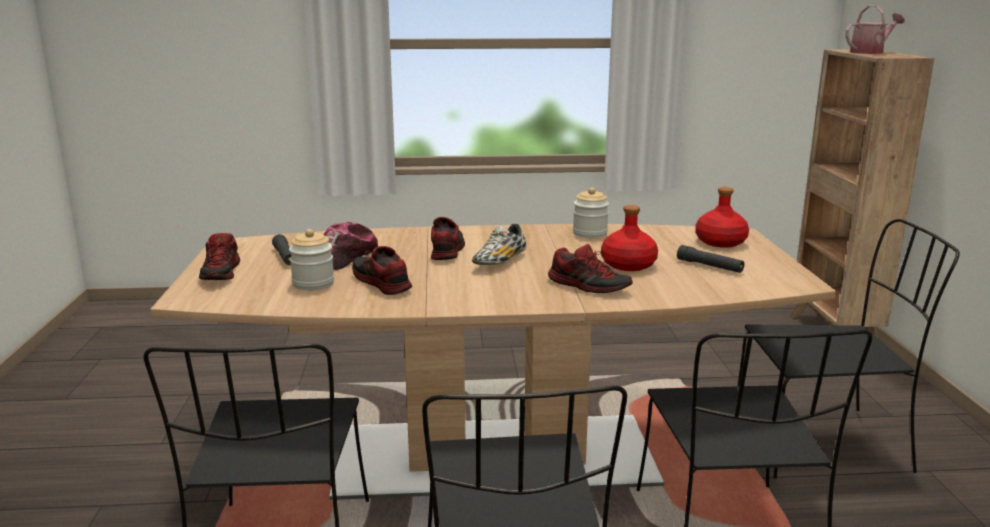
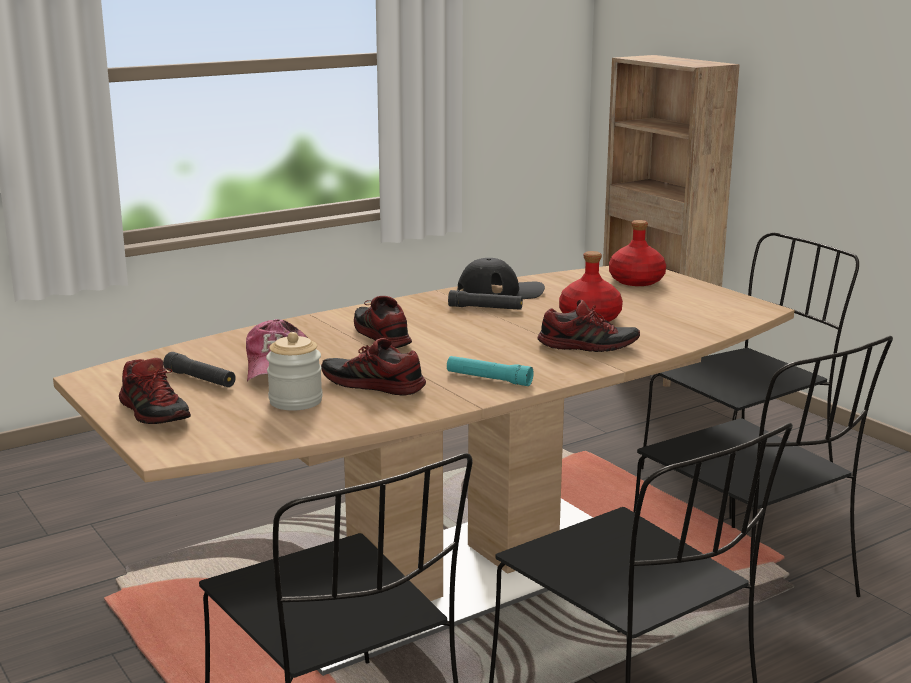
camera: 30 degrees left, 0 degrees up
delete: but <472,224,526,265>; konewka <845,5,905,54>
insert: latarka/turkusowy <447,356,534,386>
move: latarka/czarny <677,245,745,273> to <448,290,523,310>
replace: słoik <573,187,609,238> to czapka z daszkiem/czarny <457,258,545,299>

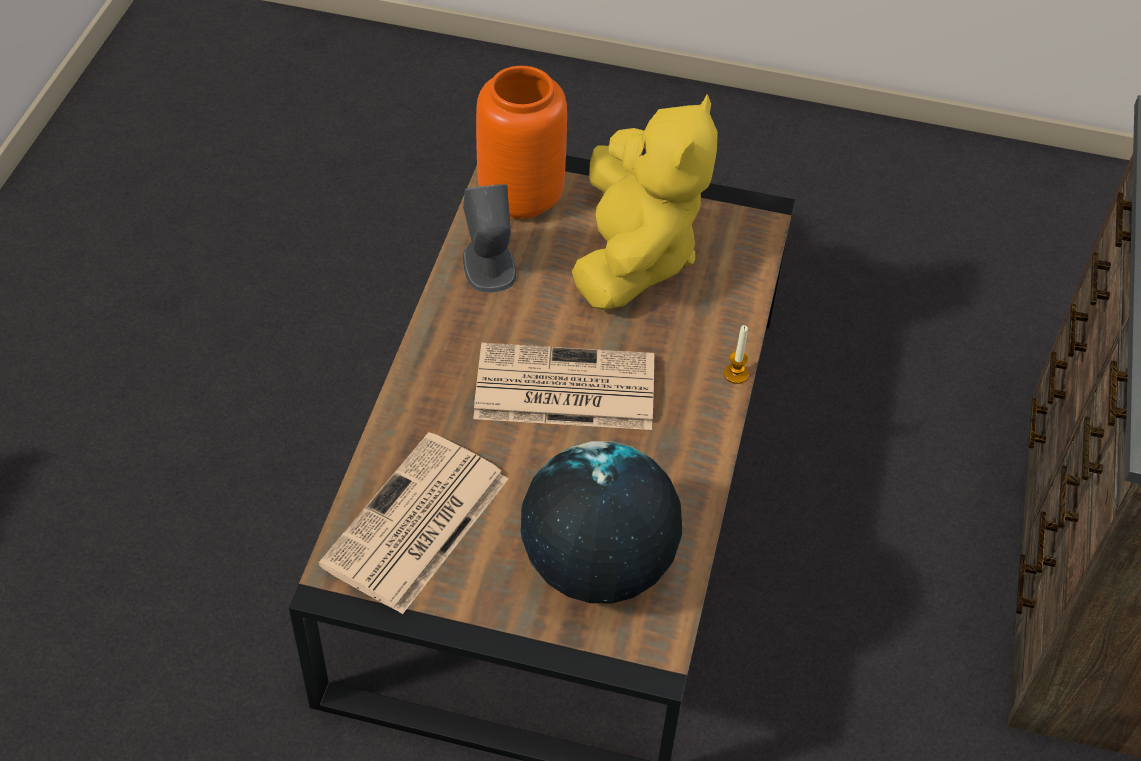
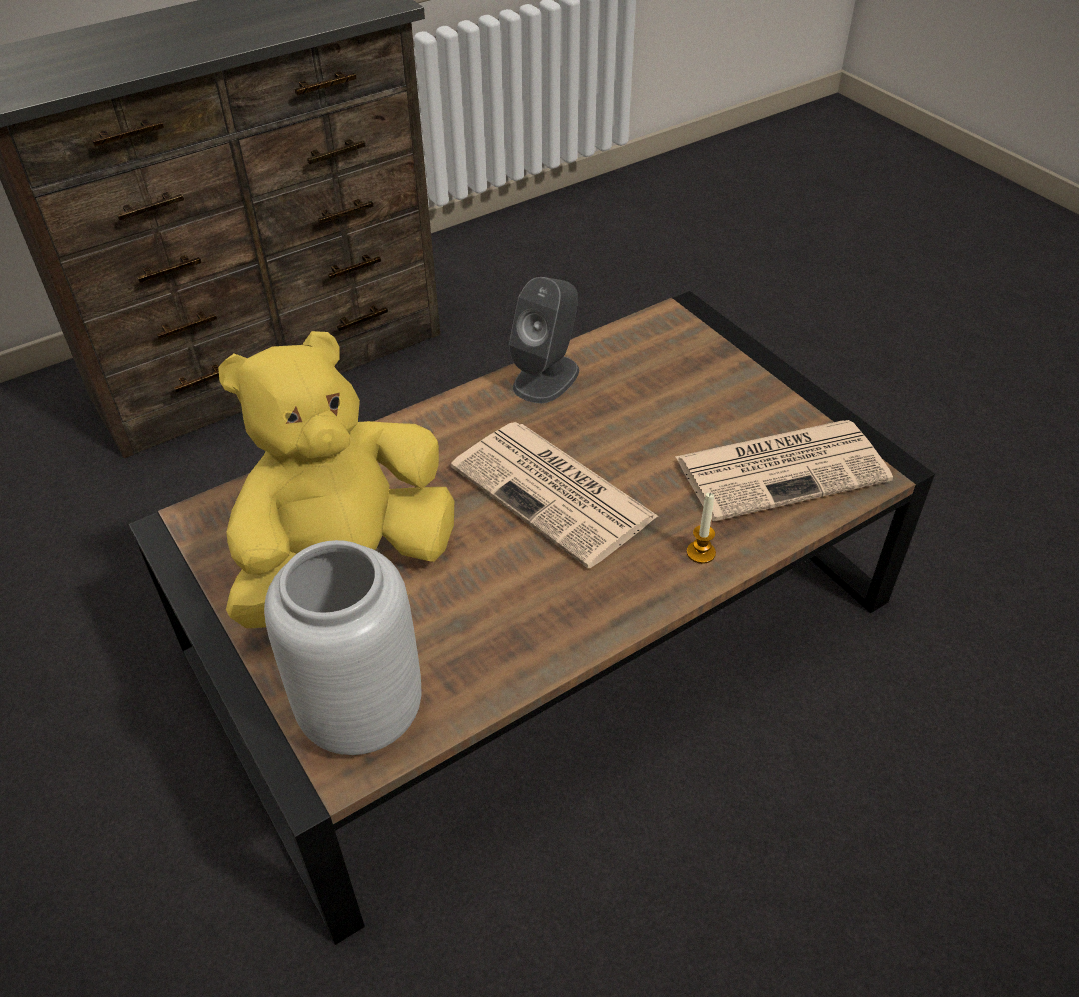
camera: 135 degrees left, 5 degrees down
delete: globus <521,441,682,603>
move: głośnik/szary <463,184,516,293> to <509,277,579,403>; świeca <724,325,749,384> to <687,492,716,564>
recolor: wazon/pomarańczowy <476,66,567,219> to wazon/szary <264,540,421,755>

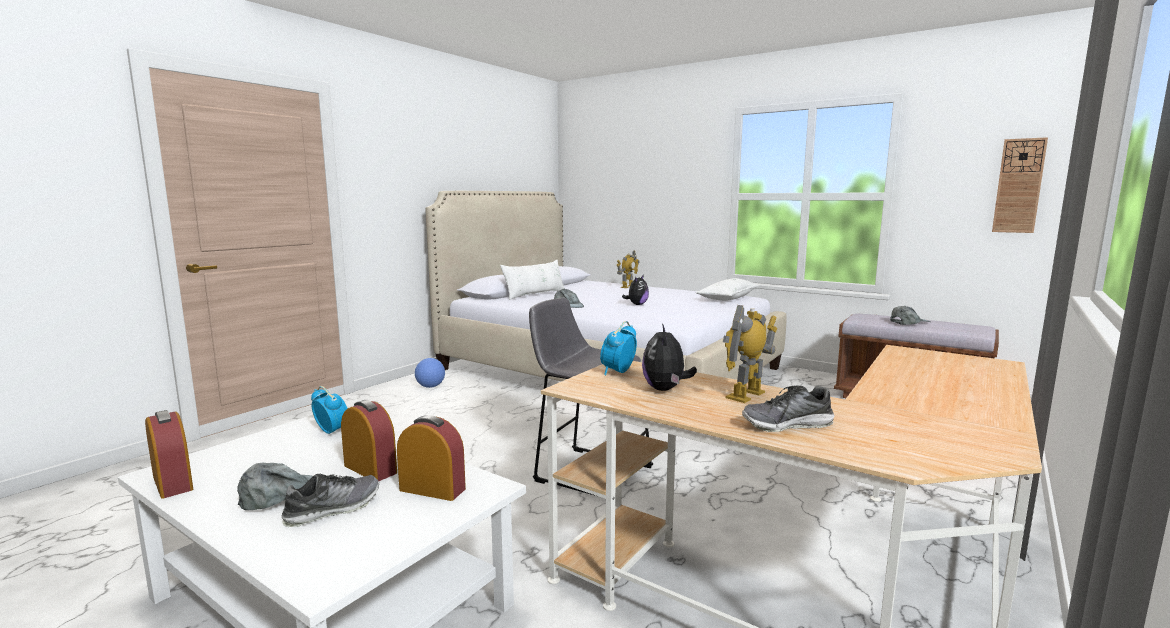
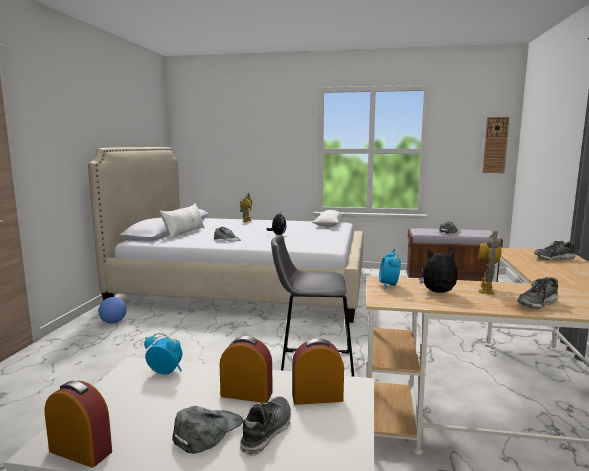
camera: 25 degrees left, 0 degrees up
insert: but <534,241,576,260>
rotate: pluszak <642,324,697,391> = <419,249,458,293> 120 degrees clockwise

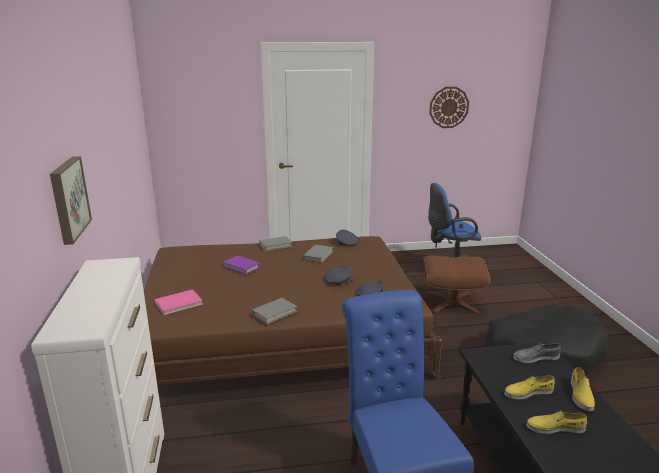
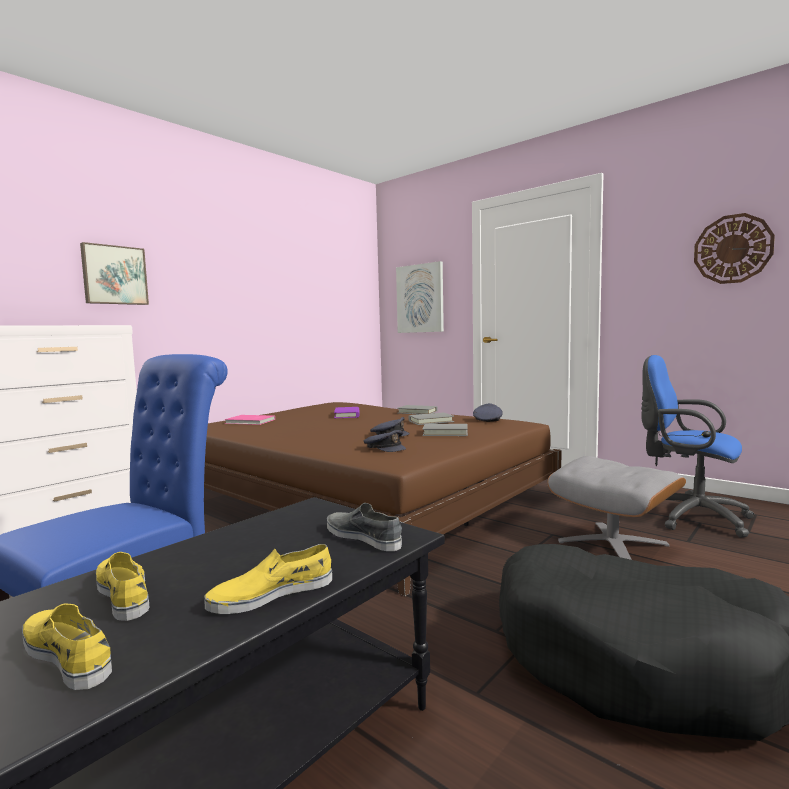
camera: 50 degrees right, 15 degrees down
insert: obraz <396,261,444,333>
move: but/żółty <504,375,555,399> to <22,603,112,690>; książka/szary <251,298,297,324> to <422,424,468,436>
recolor: pufa/brązowy <423,256,491,314> to pufa/szary <547,456,686,560>

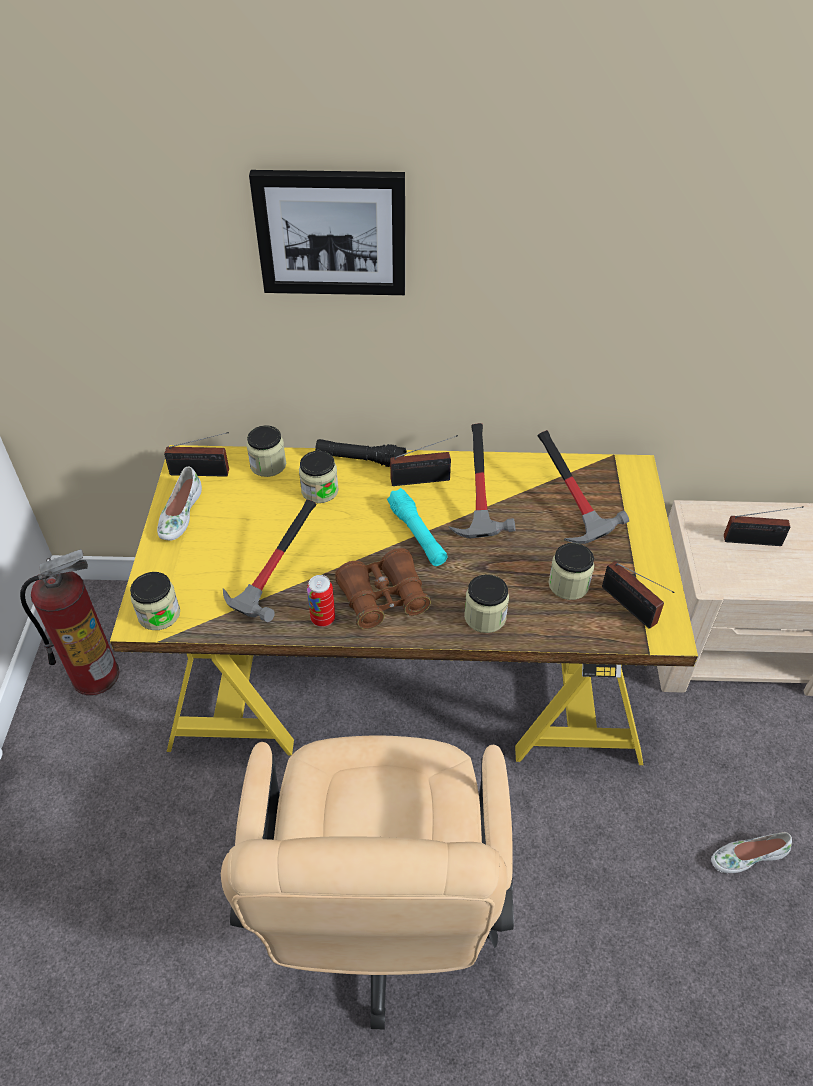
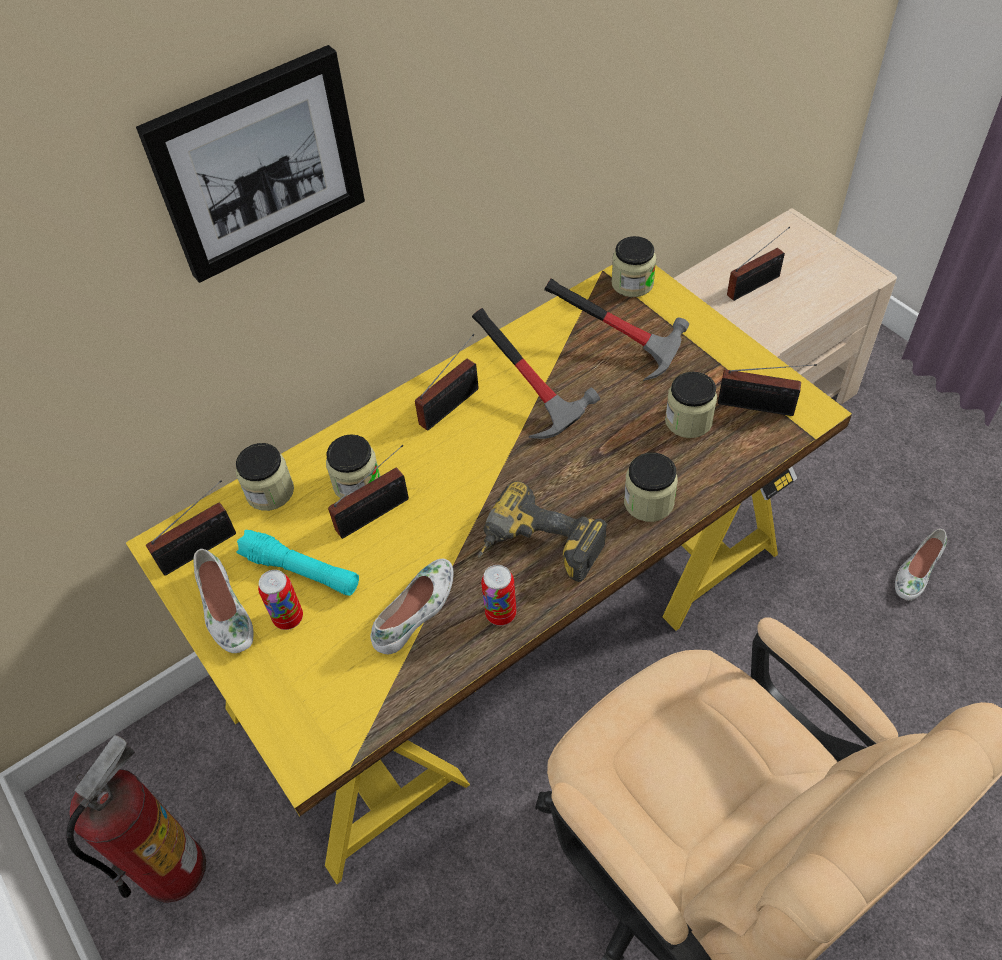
camera: 35 degrees left, 5 degrees up
delete: latarka/czarny <315,439,407,467>
insert: puszka <258,570,303,630>; radio <328,445,409,539>
move: latarka/turkusowy <387,488,448,566> to <236,530,359,596>; słoik <130,572,180,630> to <611,236,656,297>
replace: młotek <223,499,317,622> to but/biały <370,558,453,654>; lornetka/brązowy <335,548,431,629> to wiertarka <478,481,607,582>

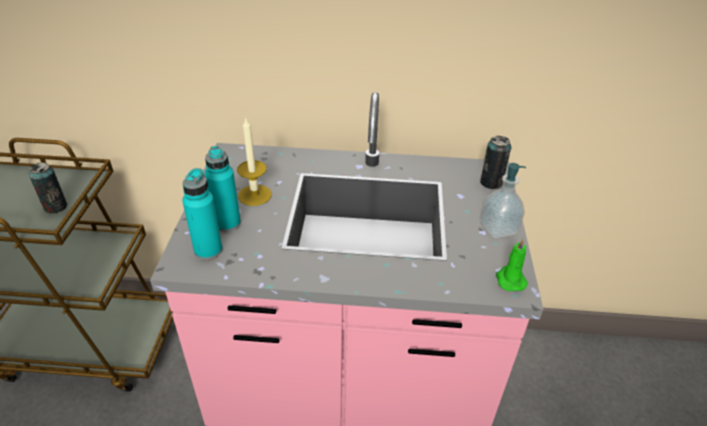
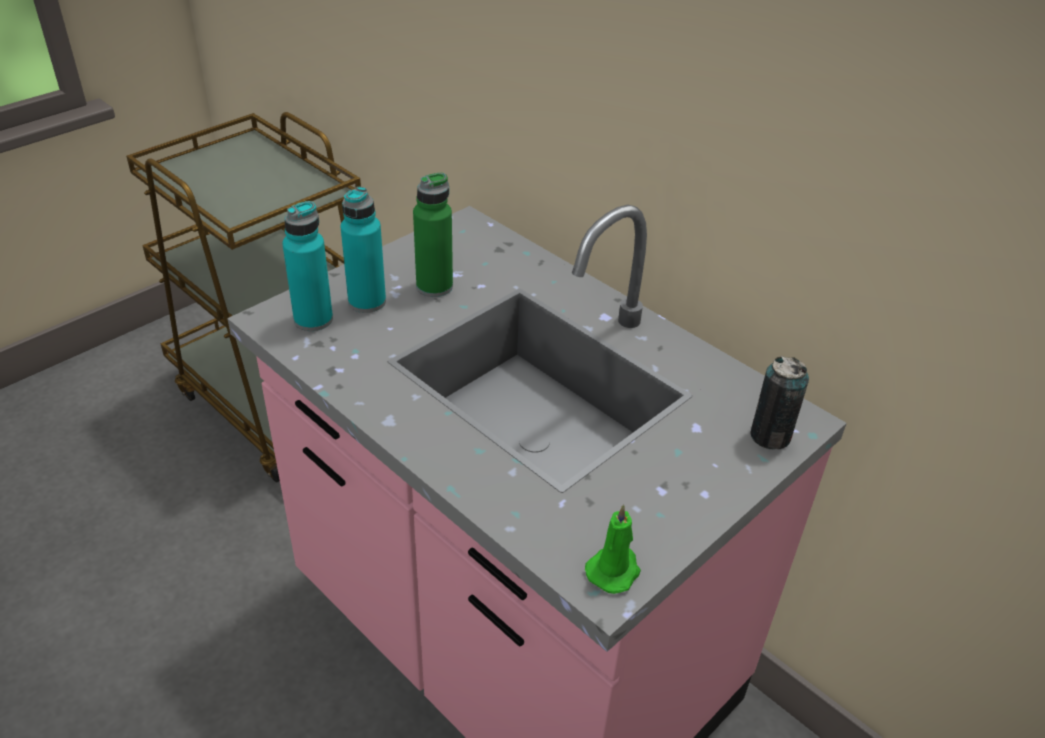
camera: 40 degrees right, 0 degrees up
delete: puszka <29,162,67,214>; dozownik mydła <480,163,526,239>
replace: świeca <237,118,272,206> to butelka/zielony <413,173,453,297>

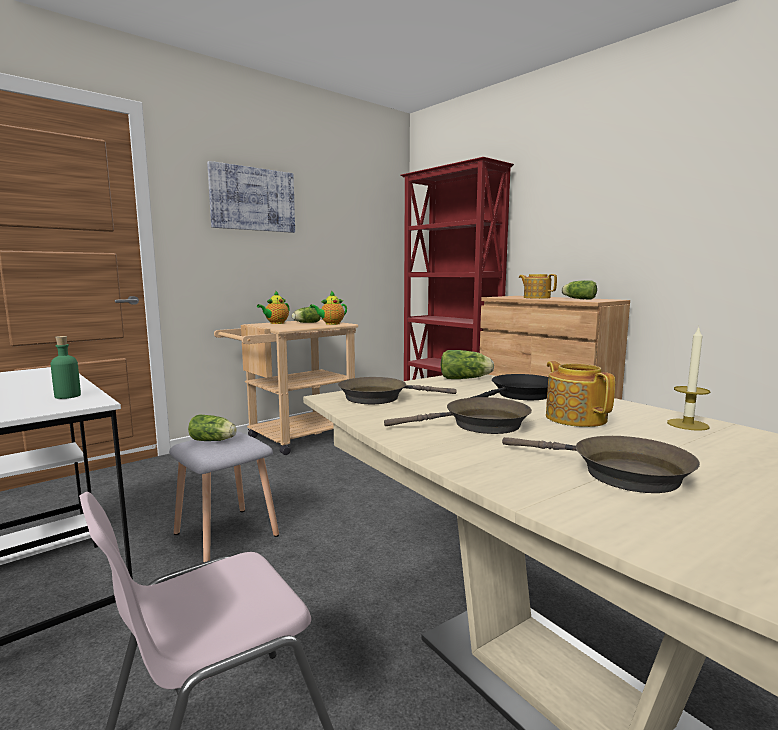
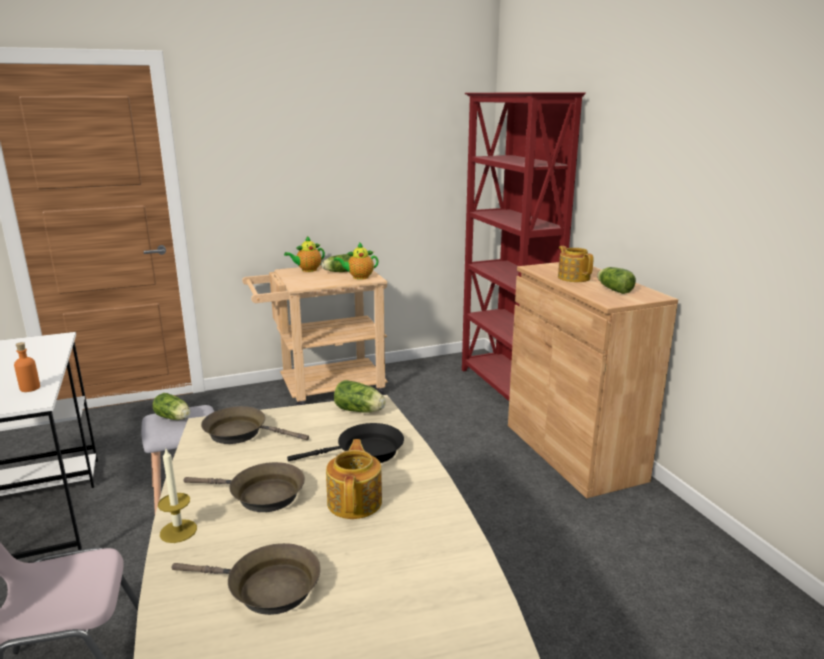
camera: 20 degrees right, 10 degrees up
delete: obraz <207,161,295,233>
move: świeca <667,327,710,431> to <158,447,197,543>
recolor: butelka/zielony <51,336,81,399> to butelka/pomarańczowy <14,342,40,392>
rotate: patelnia/brązowy <502,436,700,493> = <171,543,321,615> 45 degrees counterclockwise

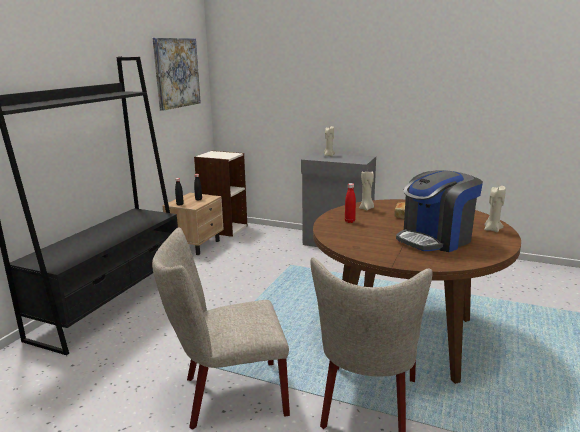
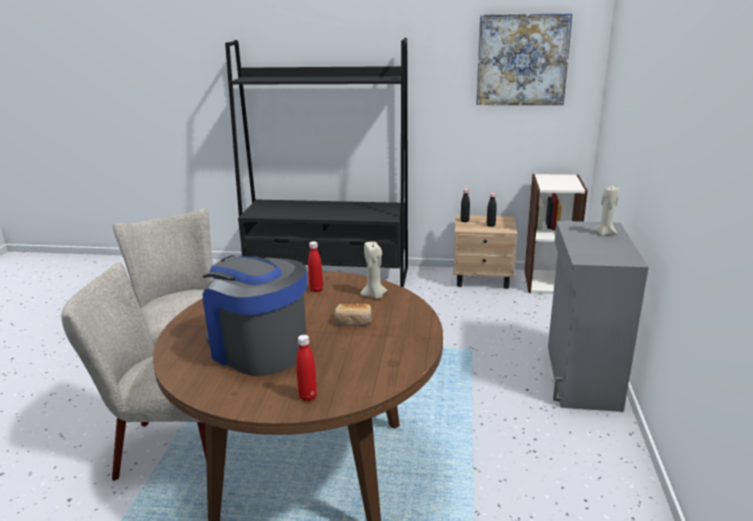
camera: 75 degrees right, 5 degrees up
replace: świeca/beżowy <484,186,506,232> to butelka/czerwony <296,335,317,401>

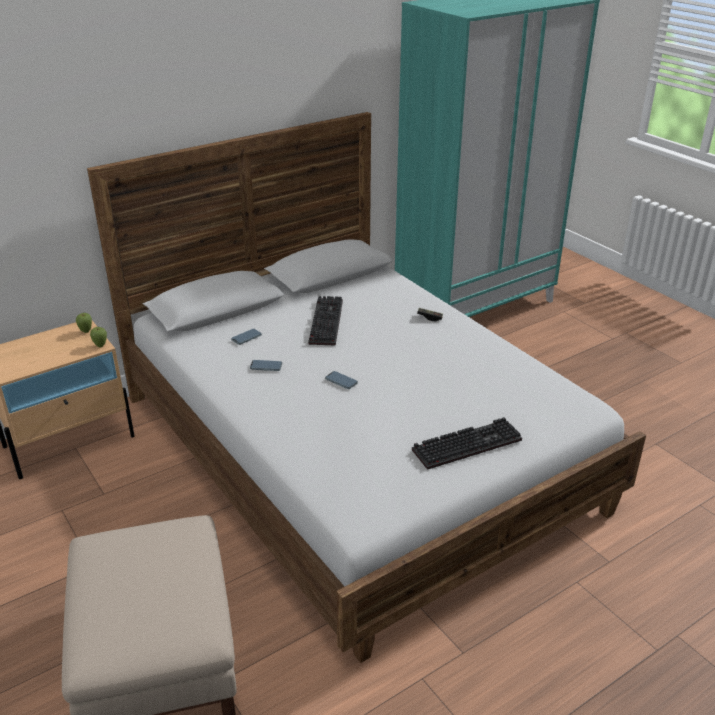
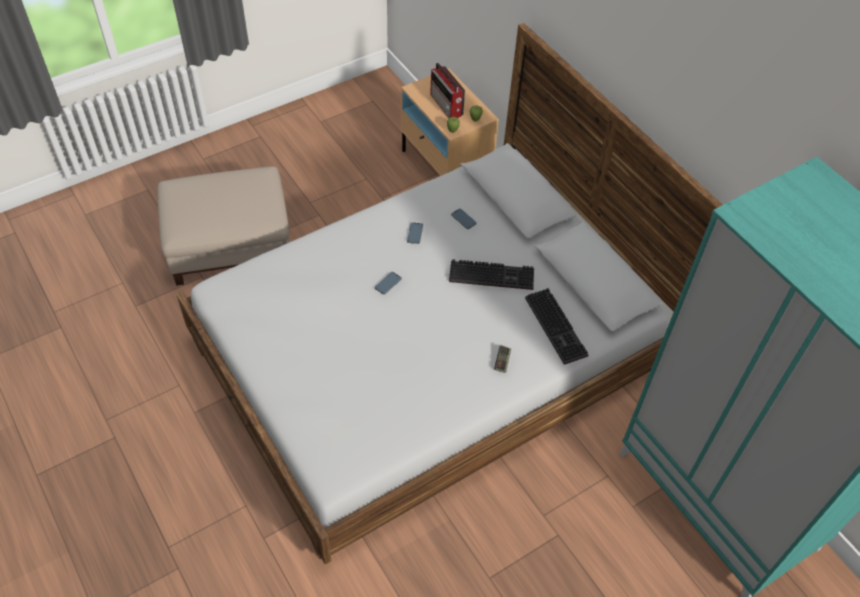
camera: 90 degrees right, 20 degrees up
insert: radio <430,63,465,118>
move: klawiatura <412,417,522,470> to <525,288,588,365>

